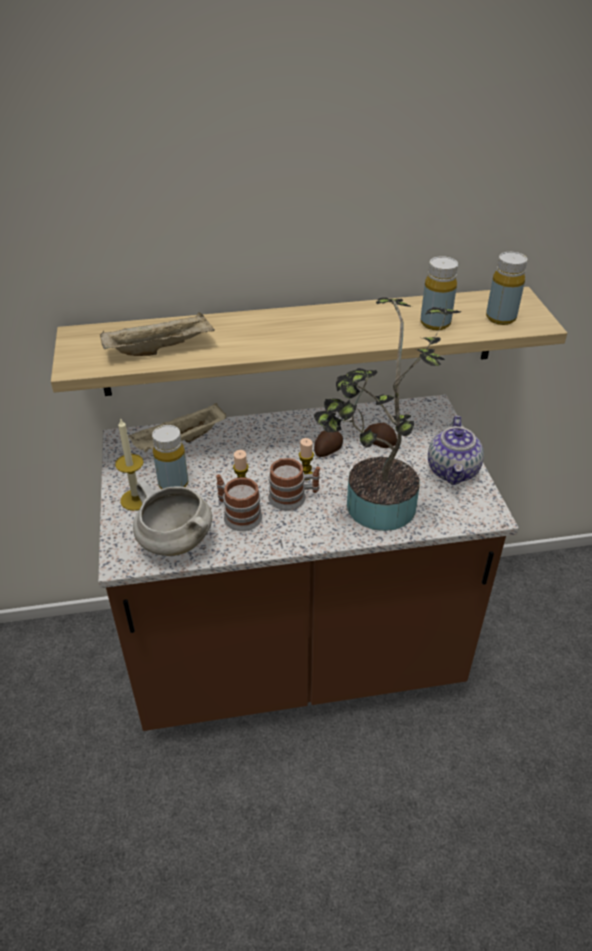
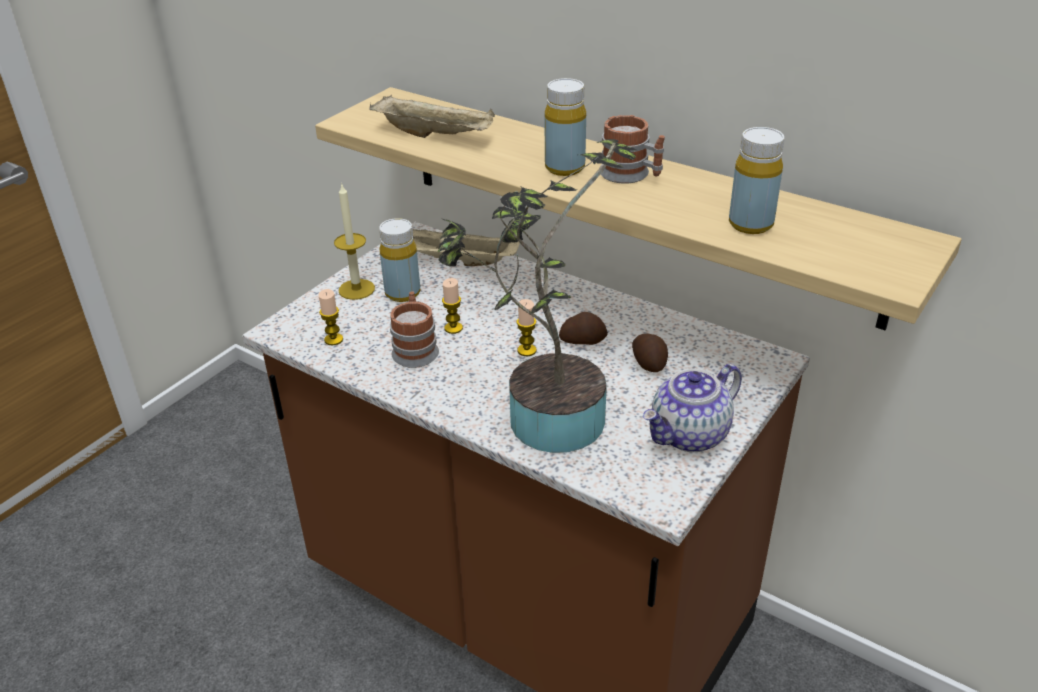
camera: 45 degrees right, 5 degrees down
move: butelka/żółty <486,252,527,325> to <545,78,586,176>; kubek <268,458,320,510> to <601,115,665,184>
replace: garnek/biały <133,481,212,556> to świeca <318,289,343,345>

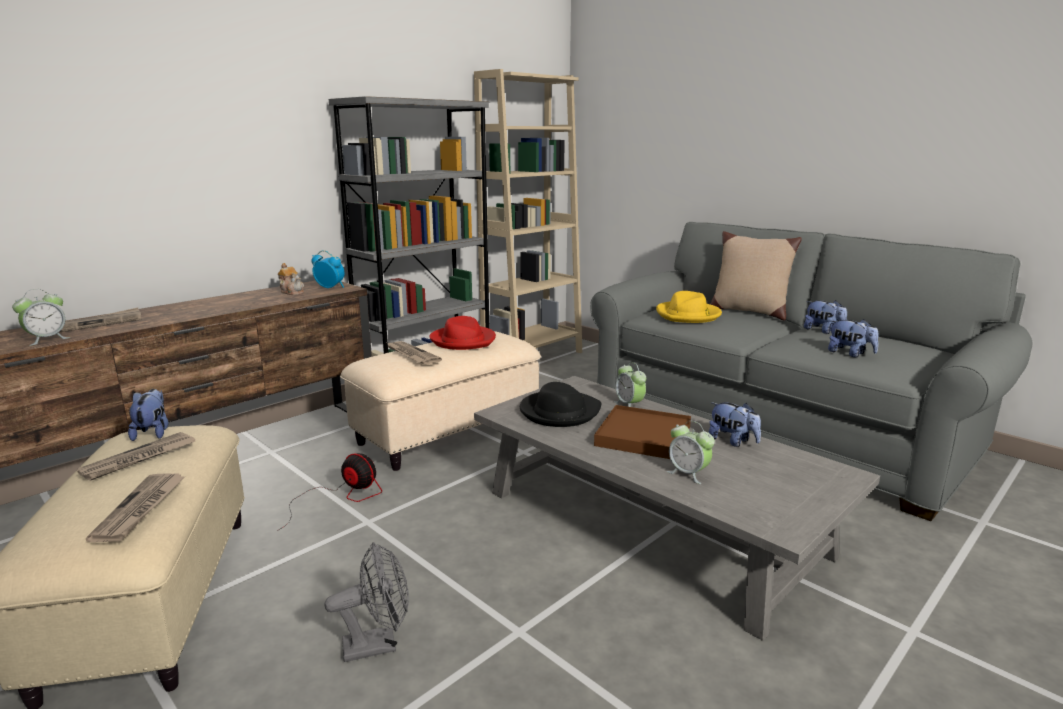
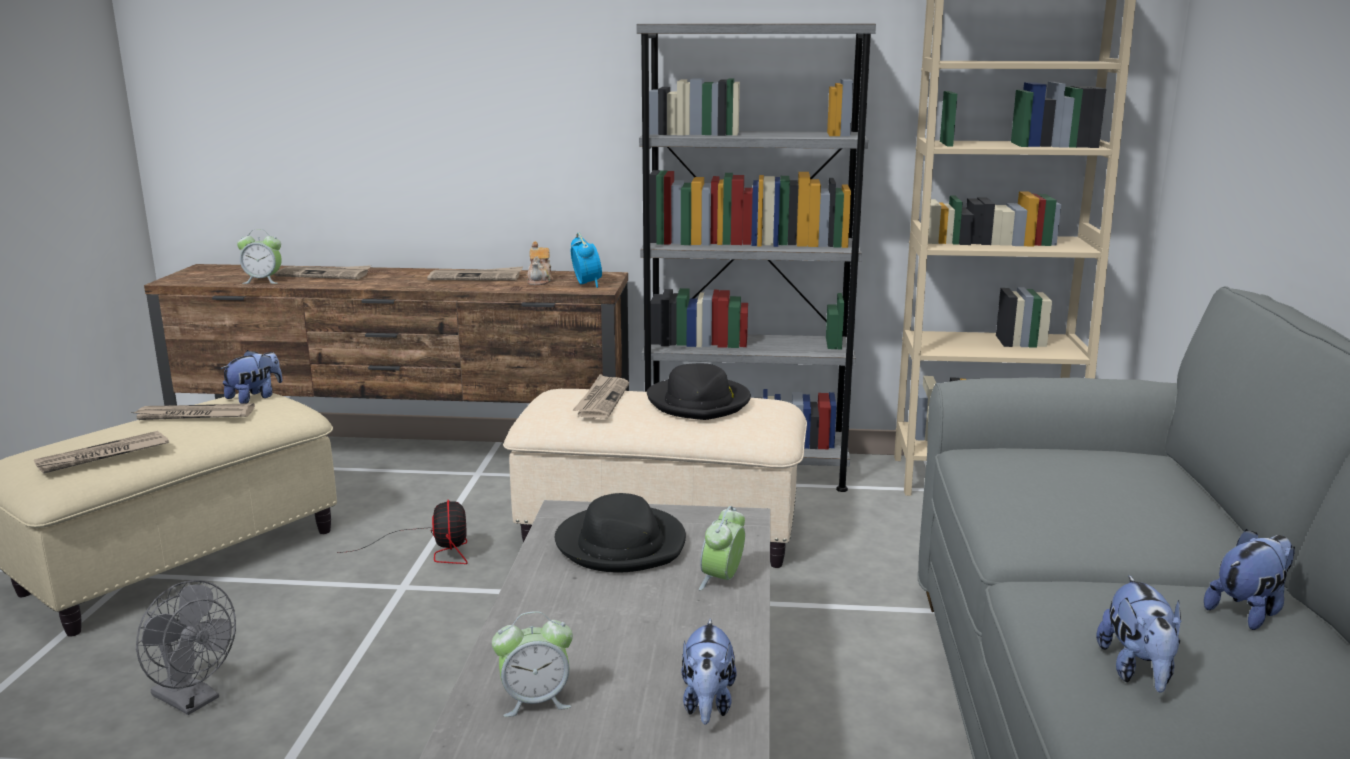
camera: 50 degrees right, 0 degrees up
delete: taca/brązowy <594,405,691,459>; kapelusz/żółty <656,291,722,323>; poduszka/beżowy <710,231,802,320>
insert: gazeta <427,266,523,281>
recolor: kapelusz/czerwony <430,316,496,350> to kapelusz/czarny <647,363,751,420>
rotate: budzik <667,421,715,484> = <492,611,573,717> 105 degrees counterclockwise; pluszak <804,300,847,334> = <1204,529,1295,630> 135 degrees counterclockwise

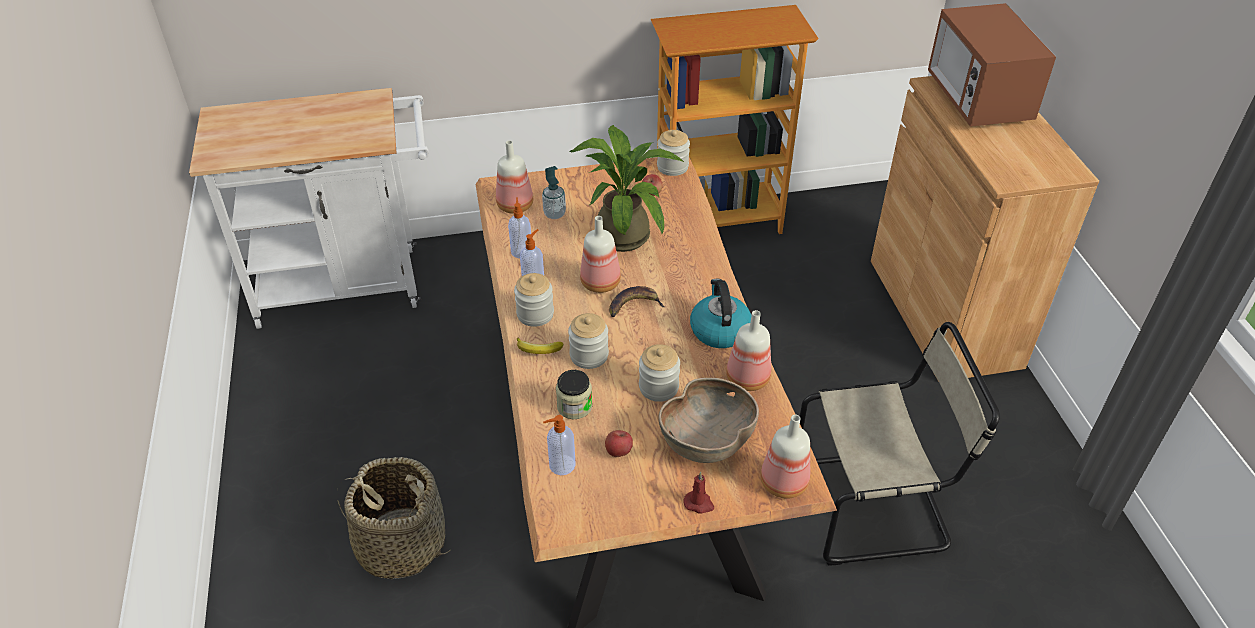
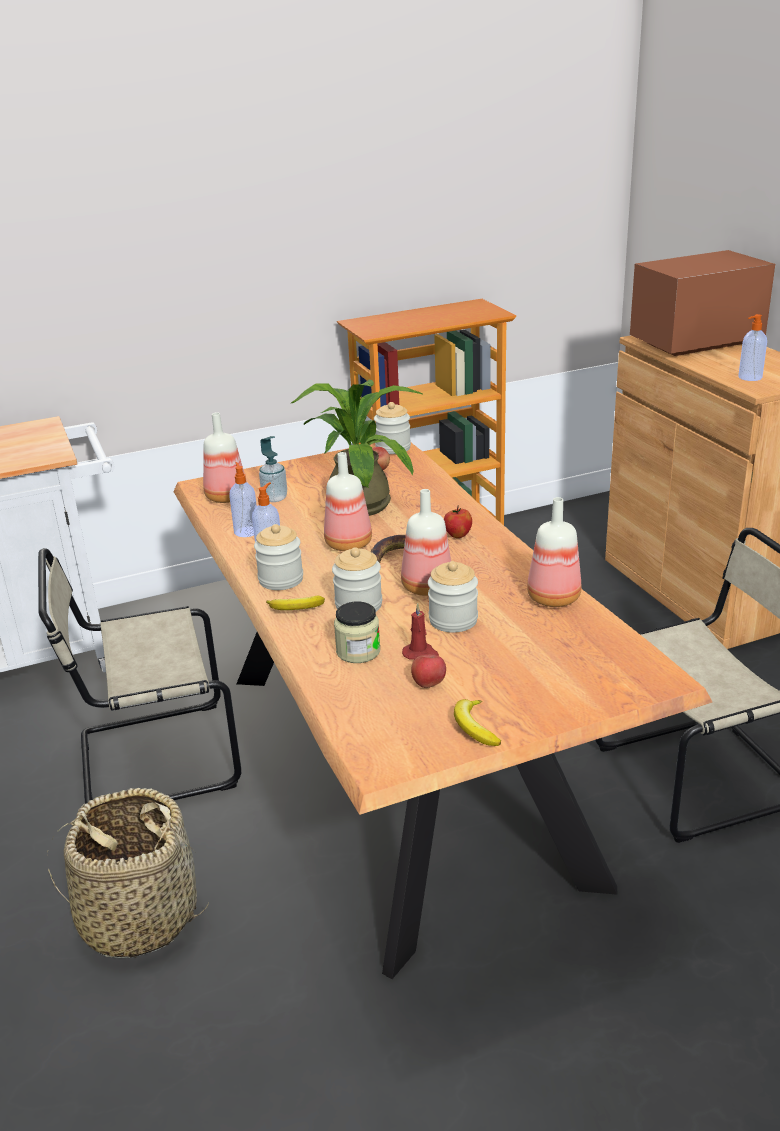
camera: 10 degrees left, 15 degrees down
delete: miska/brązowy <658,378,759,463>; czajnik <690,279,751,348>
insert: krzesło/beżowy <38,548,241,804>; jabłko <444,505,472,538>; banan <454,699,501,746>
move: butelka <760,415,810,499> to <401,489,451,596>; świeca/czerwony <683,472,714,514> to <402,603,439,660>; dozownik mydła <543,415,576,475> to <738,314,767,381>
rotate: mikrofalówka <928,3,1056,127> = <630,250,775,356> 90 degrees clockwise

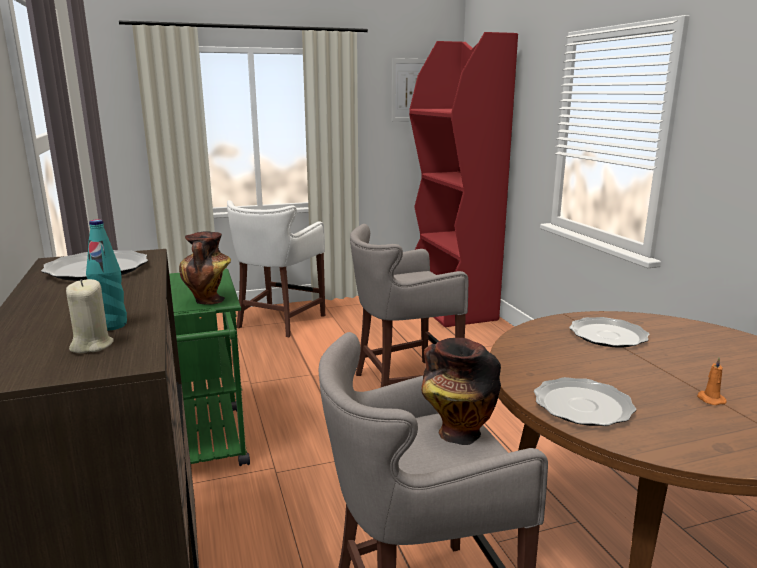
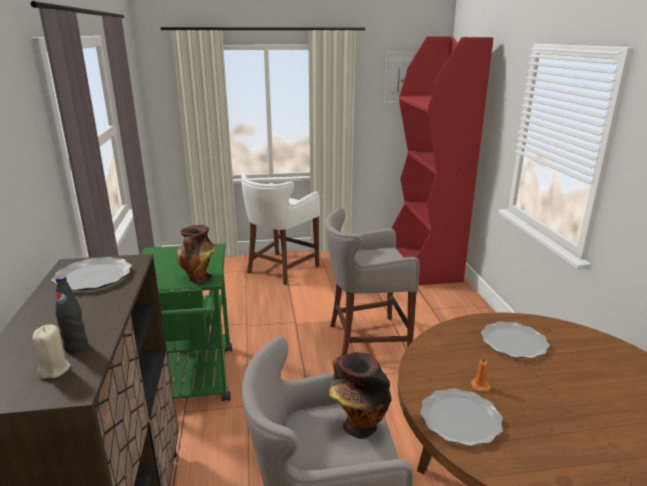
camera: 10 degrees right, 5 degrees up
move: świeca/pomarańczowy <697,357,727,405> to <471,356,491,392>
recolor: butelka/turkusowy <86,219,127,331> to butelka/czarny <55,276,88,353>

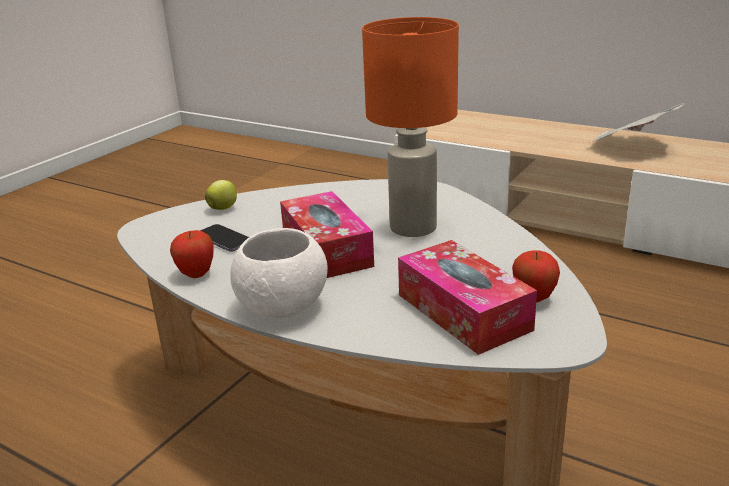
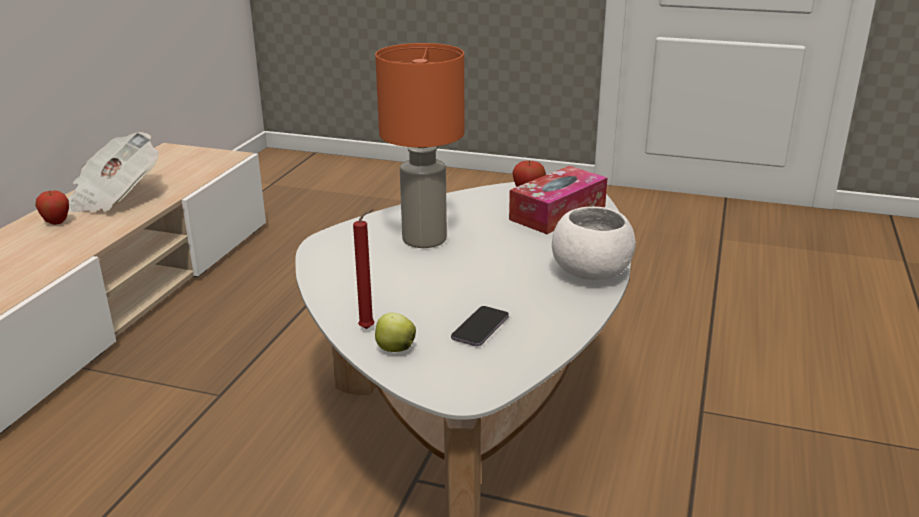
camera: 105 degrees left, 0 degrees up
delete: pudełko chusteczek <280,191,374,278>
insert: świeca/czerwony <353,209,374,329>
move: jabłko <170,230,214,278> to <35,191,69,225>

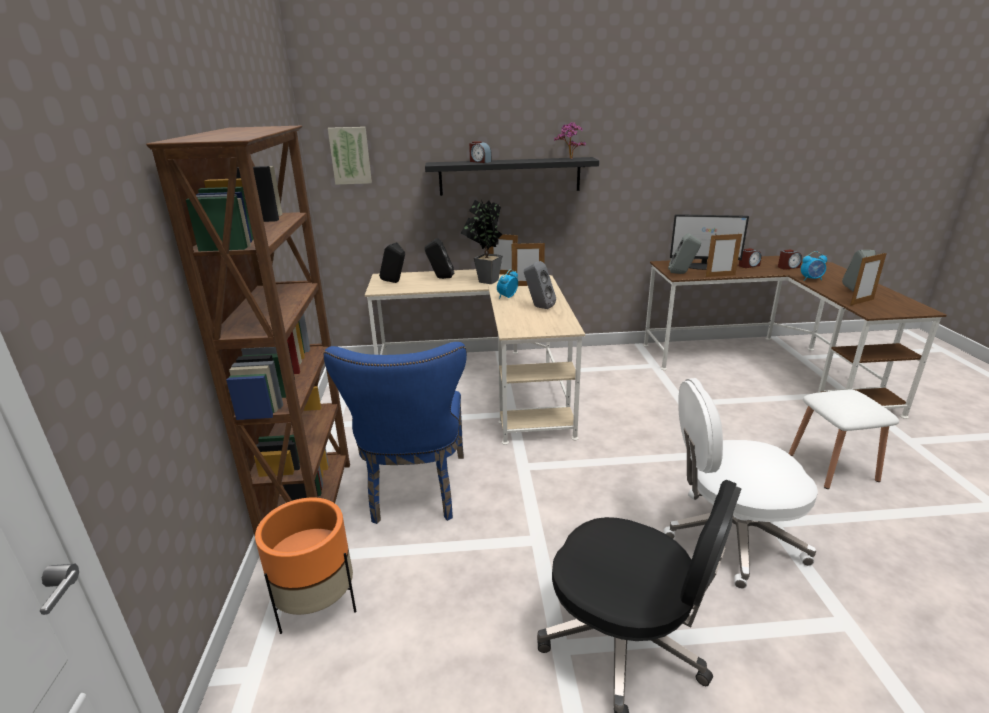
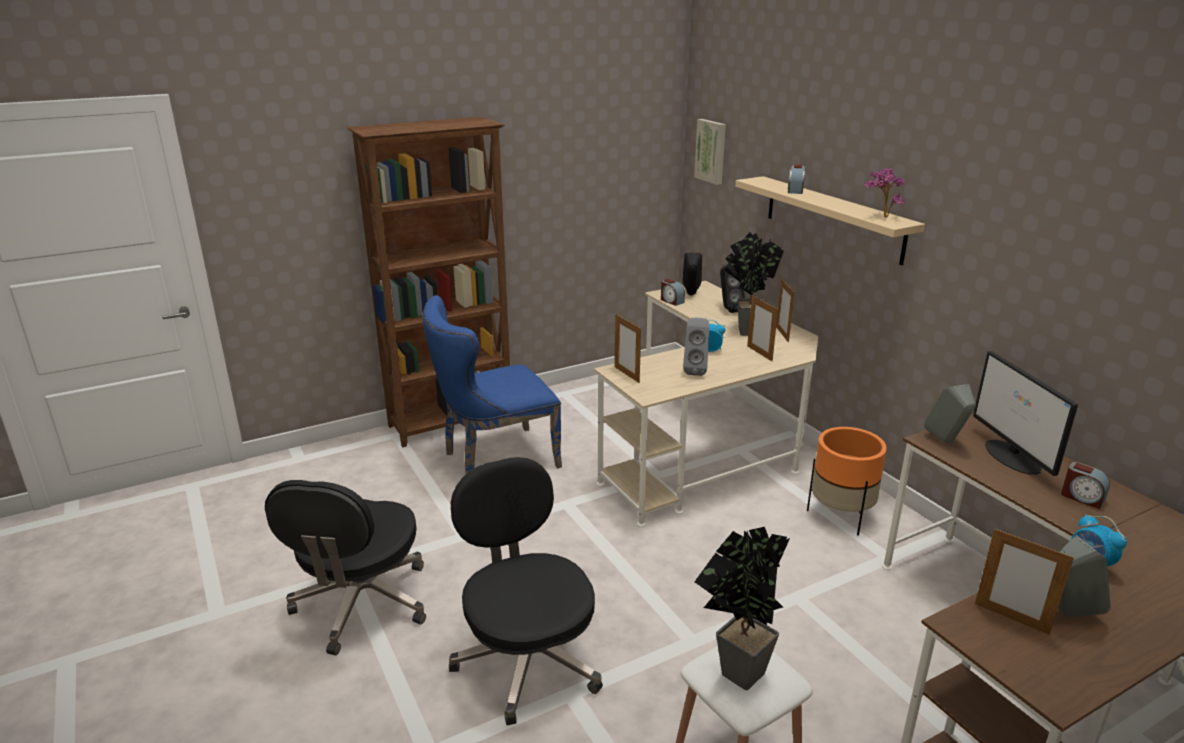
camera: 65 degrees right, 0 degrees up
insert: roślina doniczkowa <695,527,790,690>
move: ramka na zdjęcie <705,232,742,277> to <615,314,641,383>; budzik <778,249,802,270> to <661,279,685,306>; donica/pomarańczowy <255,497,356,634> to <807,427,887,536>
recolor: krzesło biurowe/biały <664,378,818,589> to krzesło biurowe/czarny <449,457,603,725>; półka/czarny <425,157,599,196> to półka/beżowy <735,176,925,265>

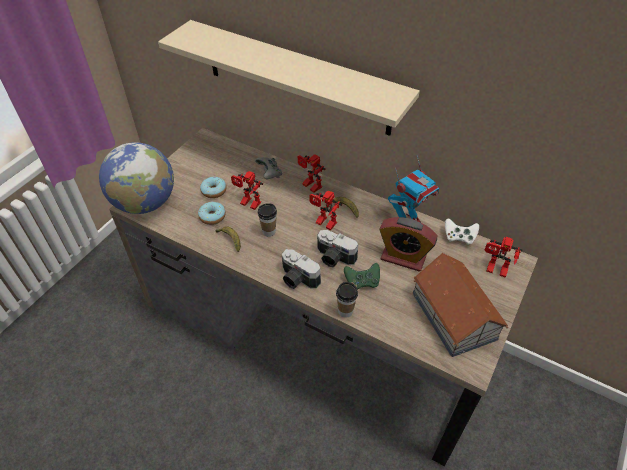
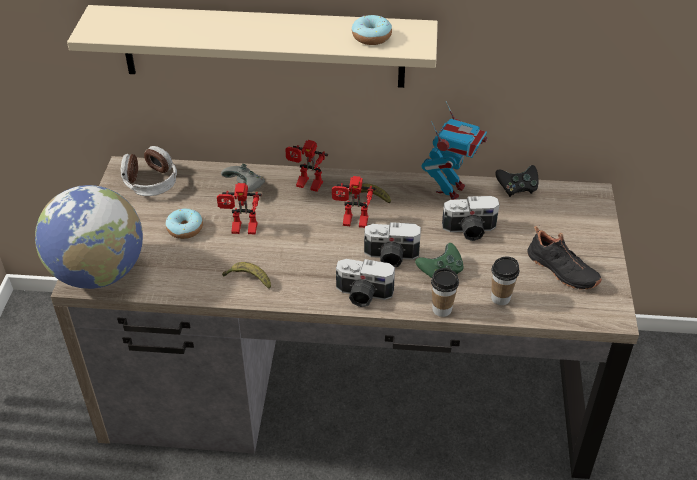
camera: 25 degrees left, 5 degrees down
delete: robot zabawkowy <484,237,522,278>
insert: słuchawki <121,146,177,196>
move: donut <198,202,226,225> to <352,15,392,45>; filiżanka <258,203,277,237> to <491,256,519,305>
replace: budzik <379,217,438,272> to aparat fotograficzny <442,196,500,241>; domek <413,253,509,357> to but/czarny <528,226,602,290>
recolor: pad do gier/biały <445,219,479,245> to pad do gier/czarny <495,165,539,197>

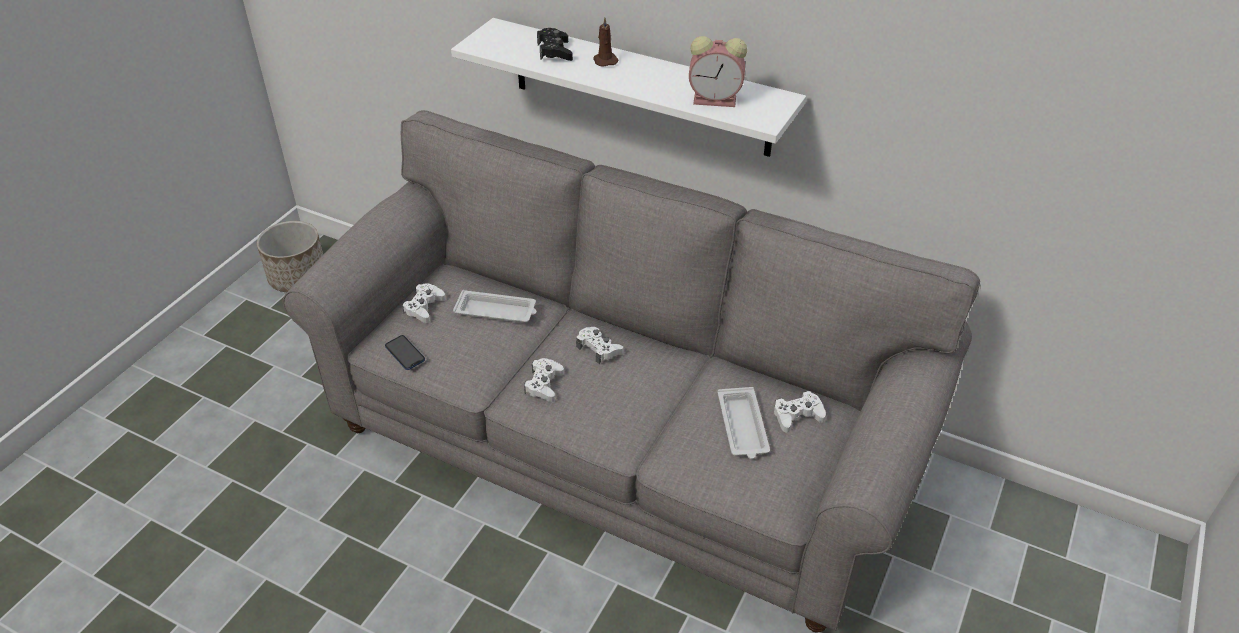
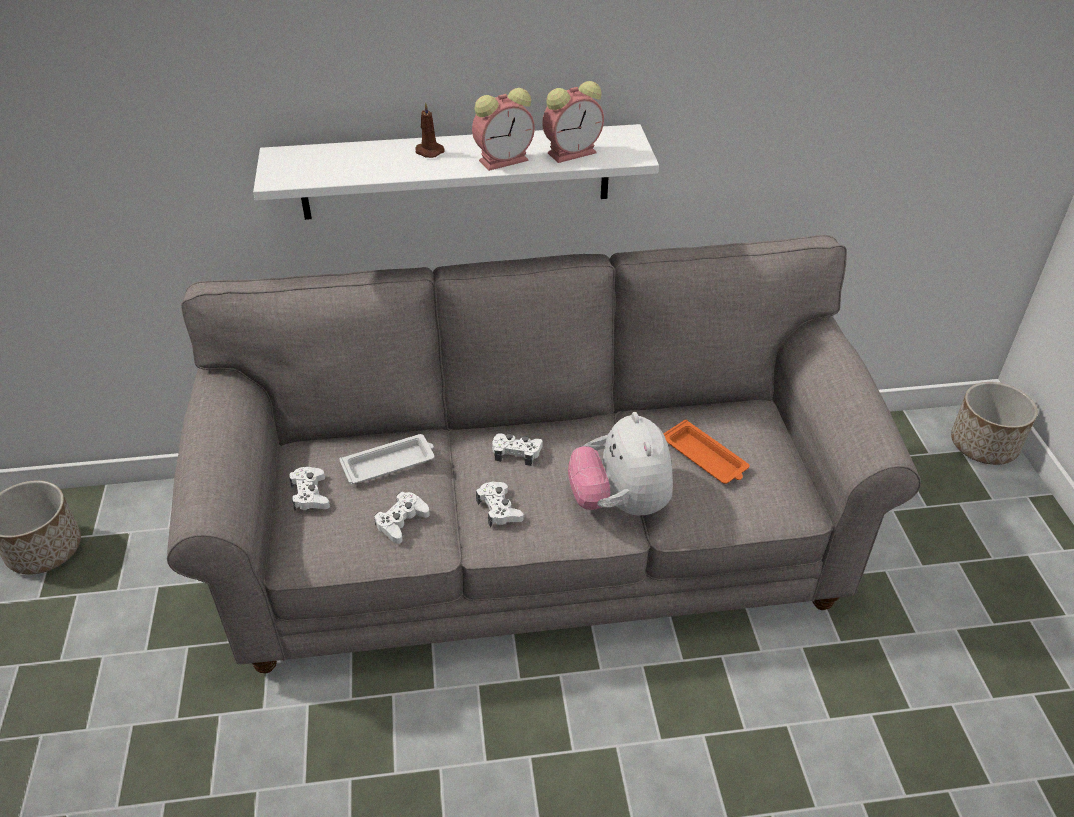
camera: 35 degrees left, 0 degrees up
delete: telefon <385,335,425,370>; pad do gier/czarny <537,28,573,61>
insert: budzik <472,88,535,171>; pluszak <568,412,673,516>; donica <951,382,1038,465>
move: pad do gier/biały <774,391,826,433> to <374,492,430,544>
recolor: taca/biały <718,387,770,459> to taca/pomarańczowy <663,420,750,484>

